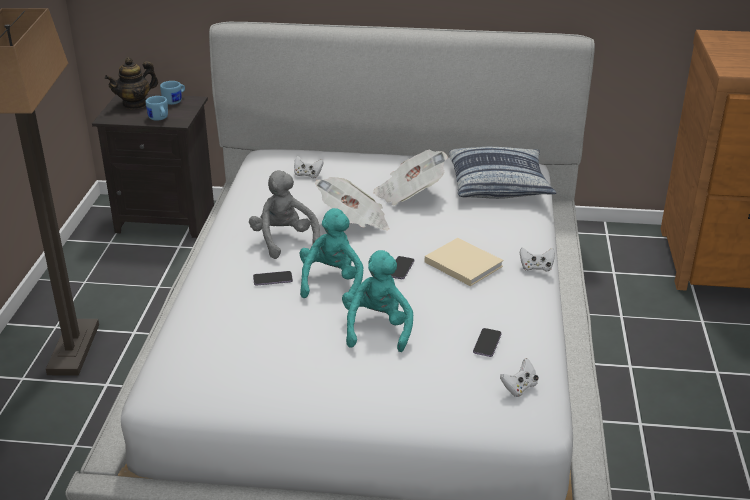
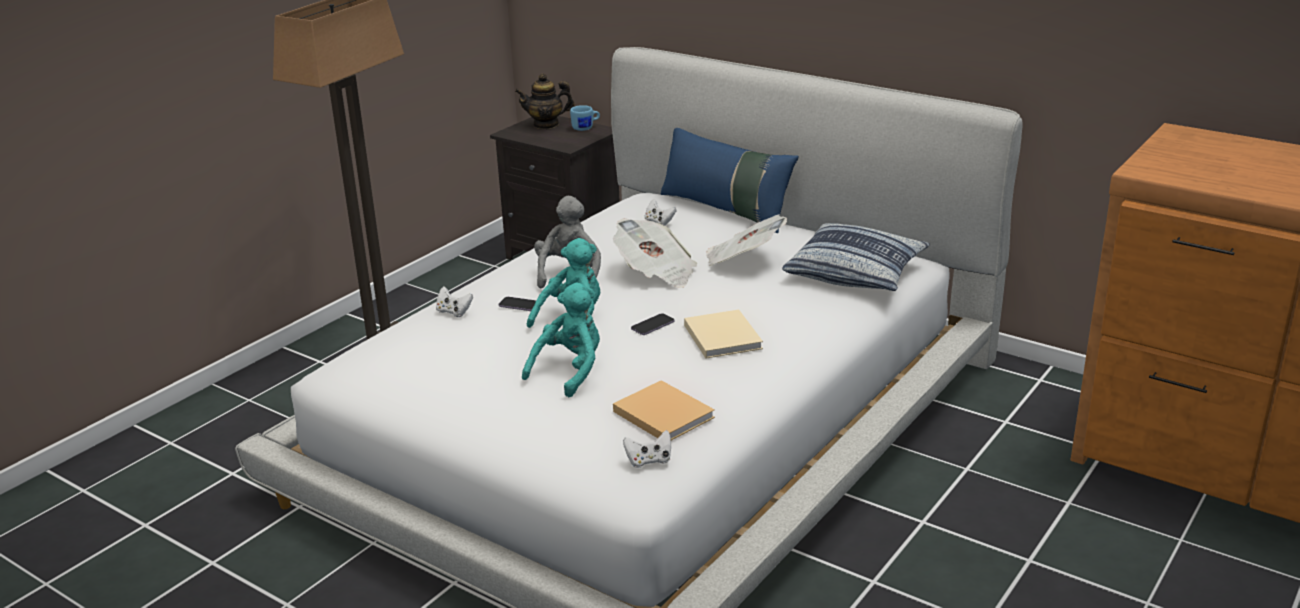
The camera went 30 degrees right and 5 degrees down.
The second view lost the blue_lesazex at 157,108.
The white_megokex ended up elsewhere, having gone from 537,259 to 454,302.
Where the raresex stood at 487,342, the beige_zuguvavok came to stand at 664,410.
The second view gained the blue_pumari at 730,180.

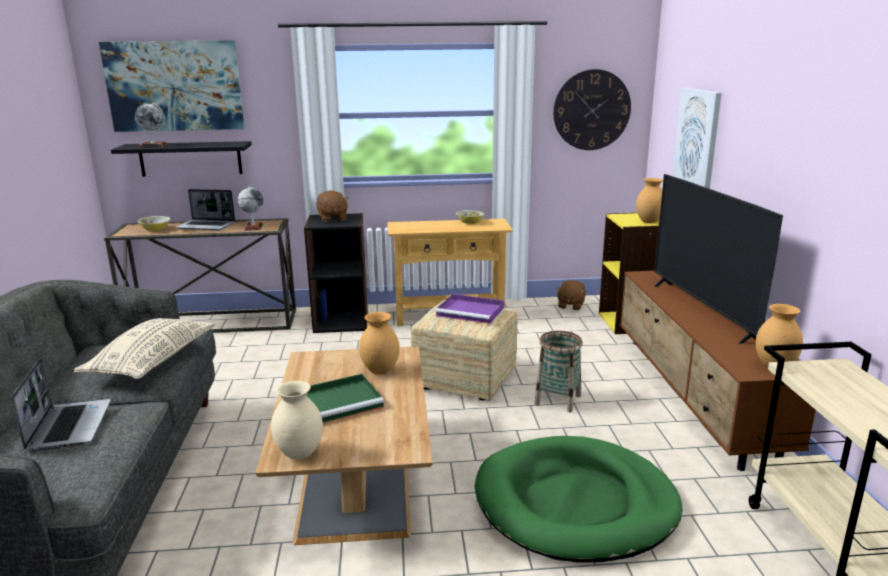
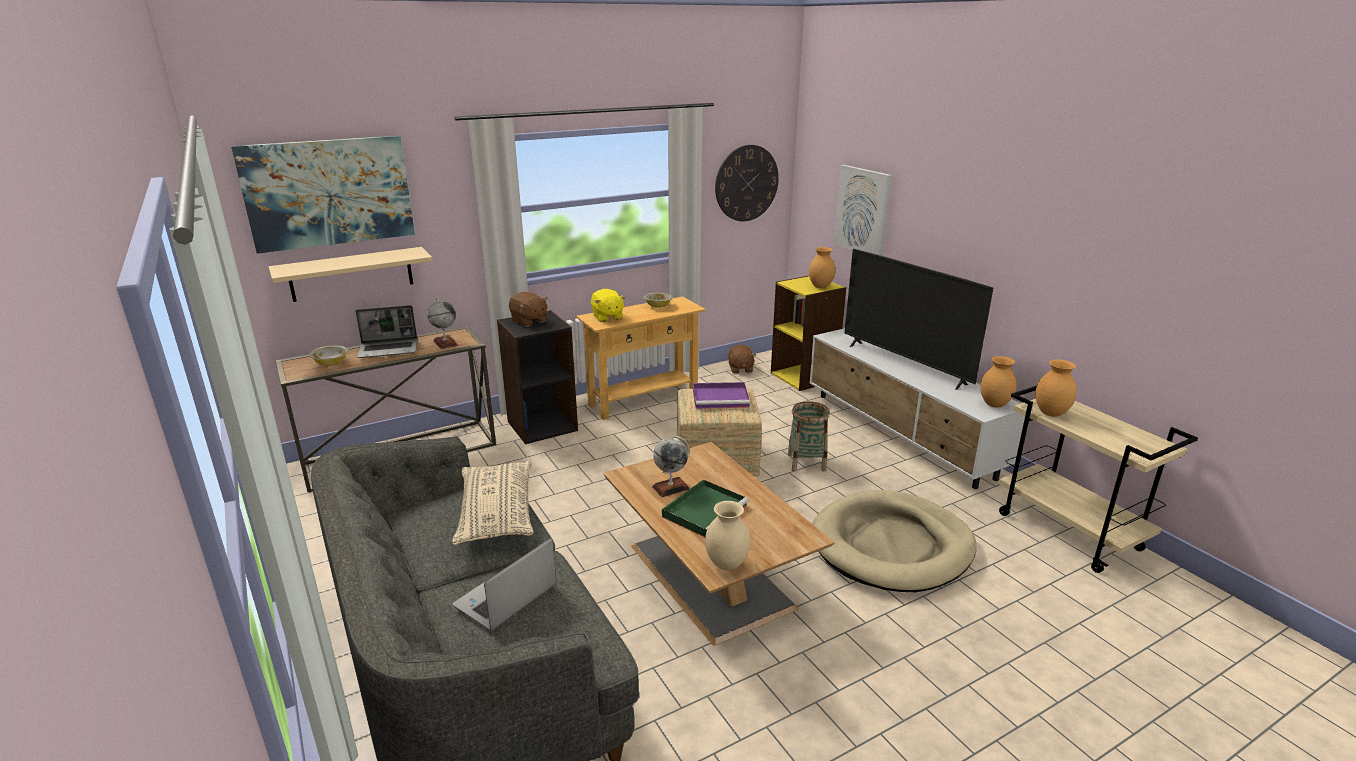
The camera went 25 degrees left and 5 degrees up.
The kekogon ended up elsewhere, having gone from 151,125 to 671,466.
What was the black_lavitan at 181,159 turned into the beige_lavitan at 350,274.
What was the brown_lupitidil at 718,371 turned into the white_lupitidil at 917,408.
The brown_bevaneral ended up elsewhere, having gone from 379,343 to 1056,388.
The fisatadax at 61,404 ended up facing another way, 105 degrees counterclockwise from before.
What was the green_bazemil at 578,499 turned into the beige_bazemil at 894,541.
The second view gained the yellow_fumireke at 608,305.

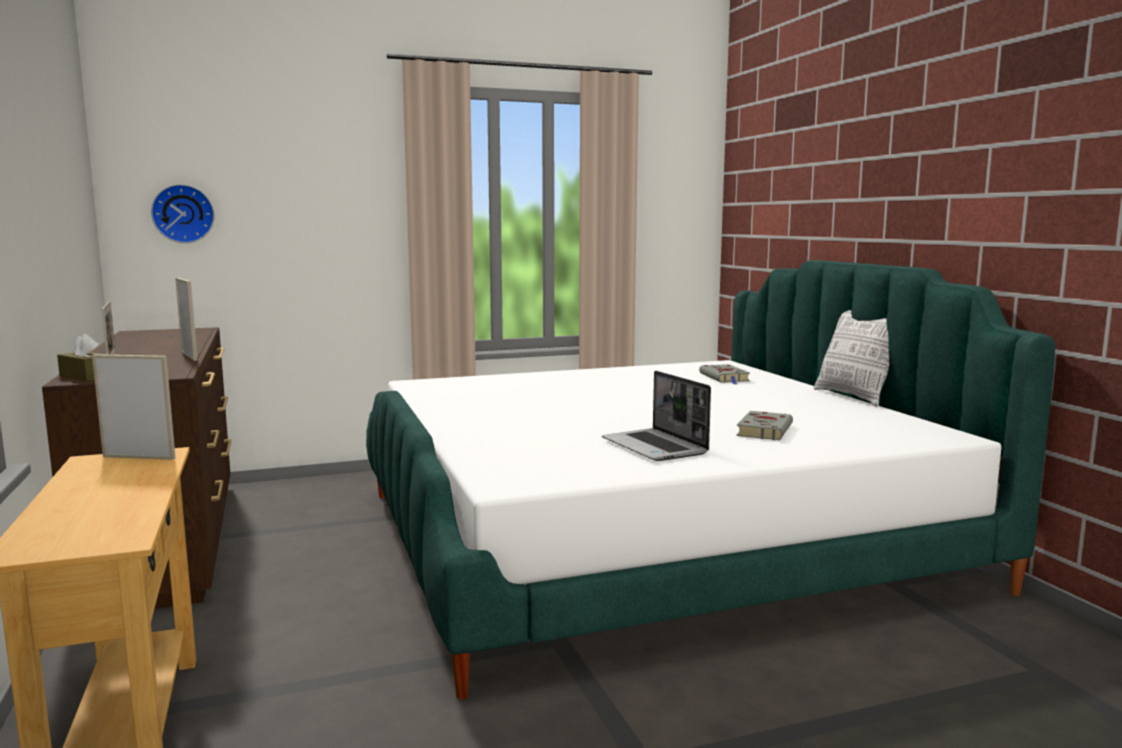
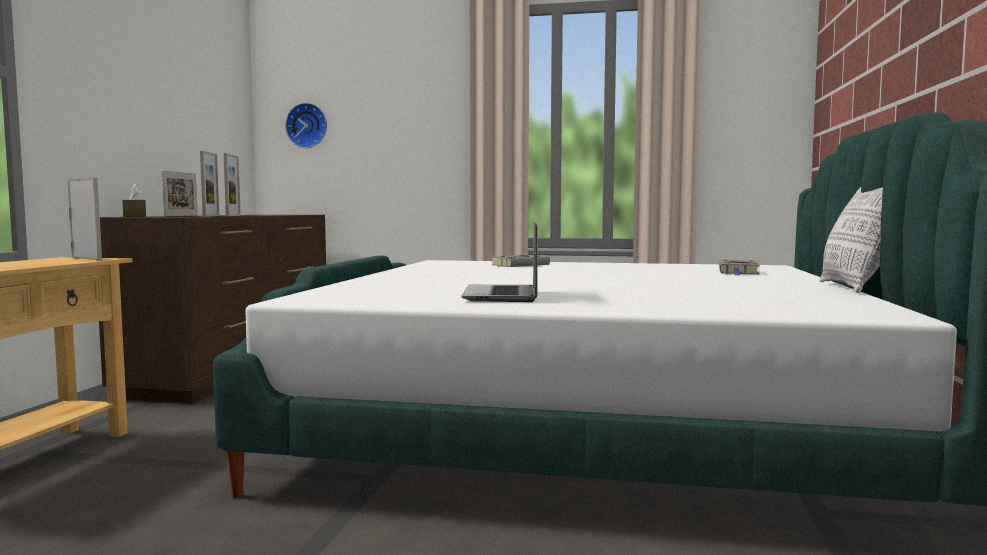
The camera went 30 degrees right and 5 degrees down.
The grey_zuguvavok ended up elsewhere, having gone from 764,425 to 520,261.
The second view gained the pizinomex at 209,184.

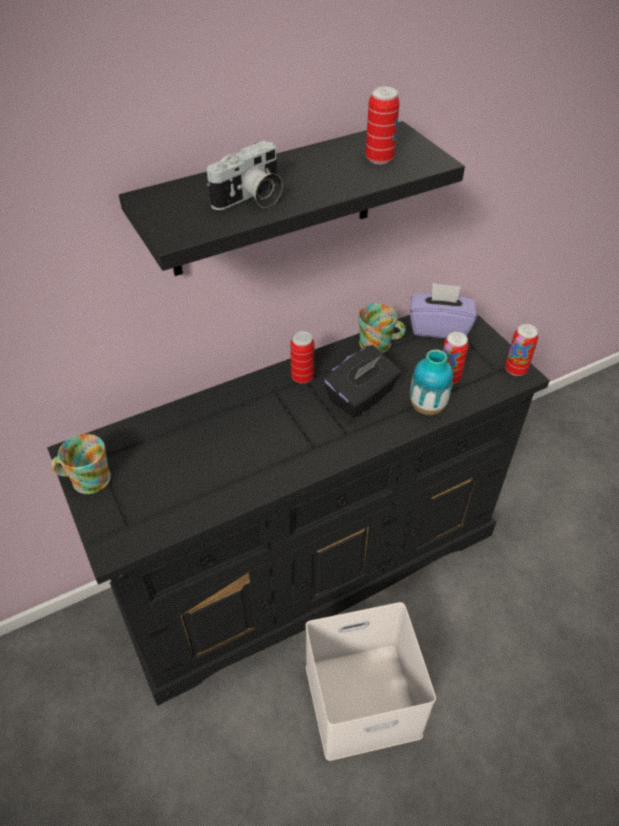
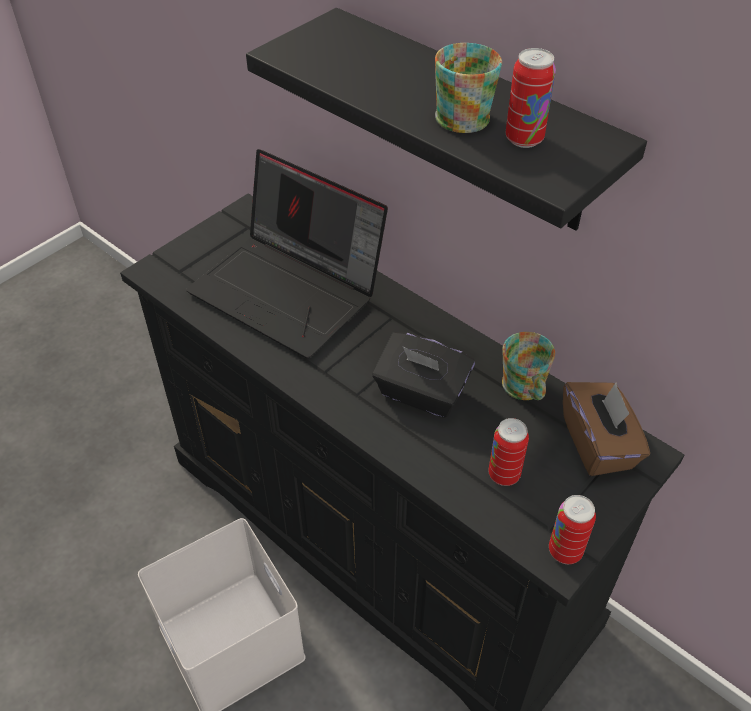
The camera went 70 degrees right and 0 degrees up.
The second view lost the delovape at 244,175.
What was the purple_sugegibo at 443,310 turned into the brown_sugegibo at 606,429.
The second view lost the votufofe at 302,357.
The second view lost the bevaneral at 431,382.
The lesazex ended up elsewhere, having gone from 80,464 to 468,88.
The second view gained the fisatadax at 287,253.

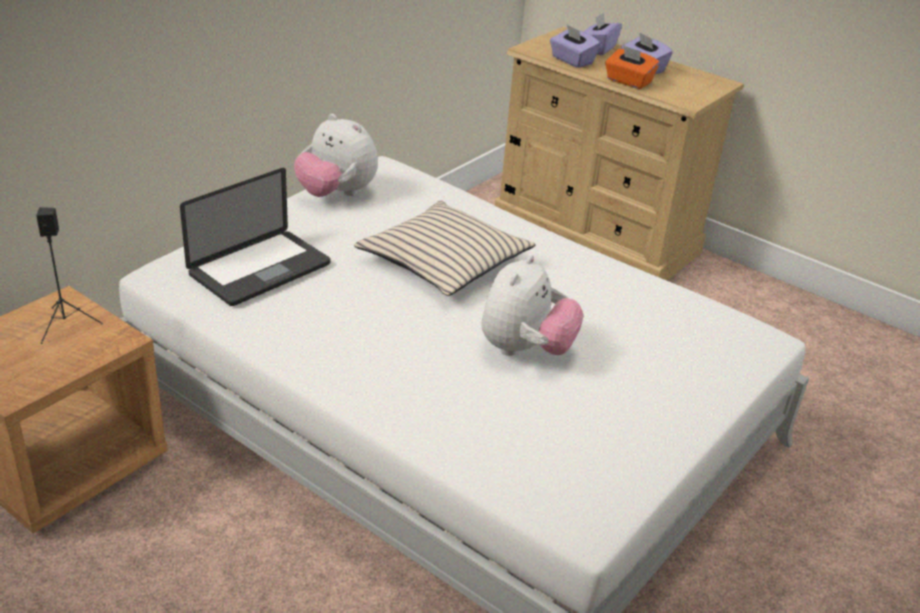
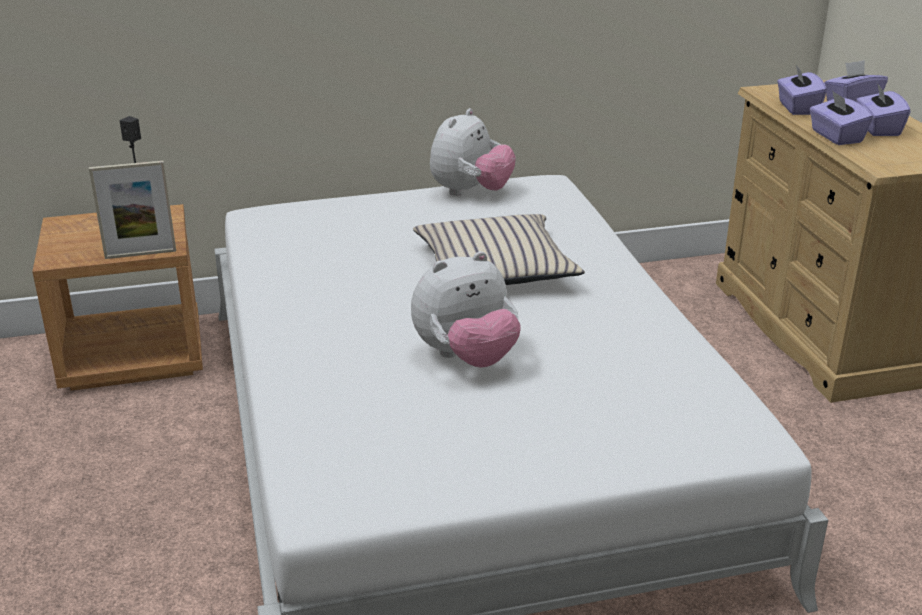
The camera went 40 degrees right and 5 degrees down.
What was the orange_sugegibo at 632,67 turned into the purple_sugegibo at 841,117.
The fumireke at 336,155 ended up facing another way, 135 degrees counterclockwise from before.
The second view lost the fisatadax at 255,237.
The second view gained the pizinomex at 132,210.

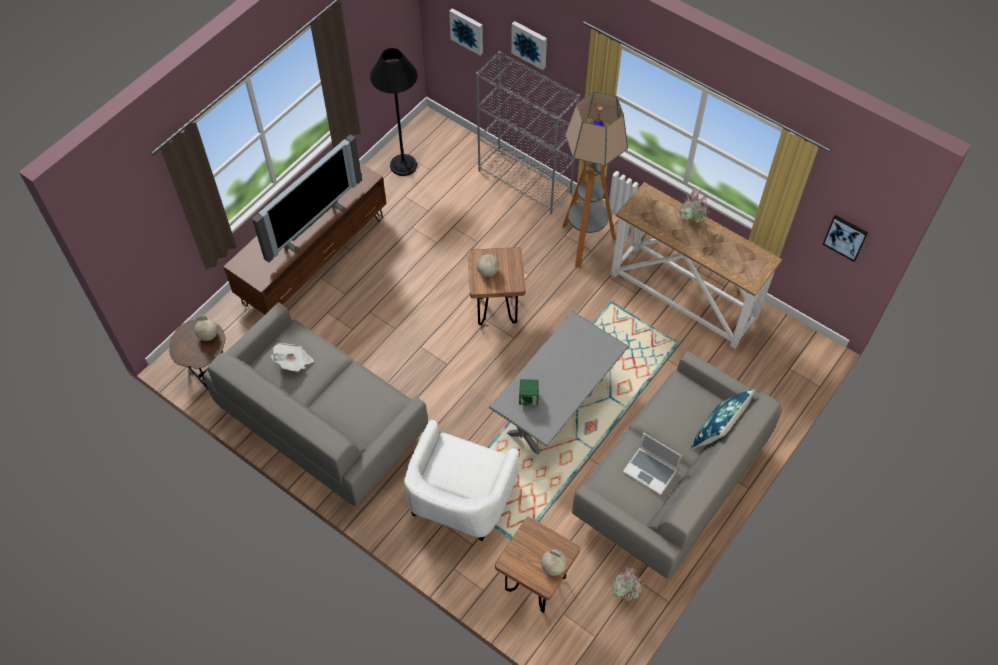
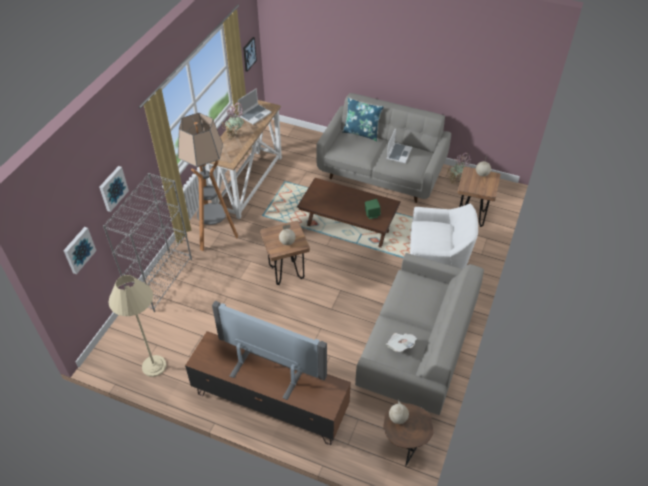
The camera went 105 degrees left and 10 degrees down.
What was the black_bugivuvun at 394,112 turned into the beige_bugivuvun at 138,326.
What was the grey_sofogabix at 559,382 turned into the brown_sofogabix at 349,213.
The second view gained the fisatadax at 254,106.

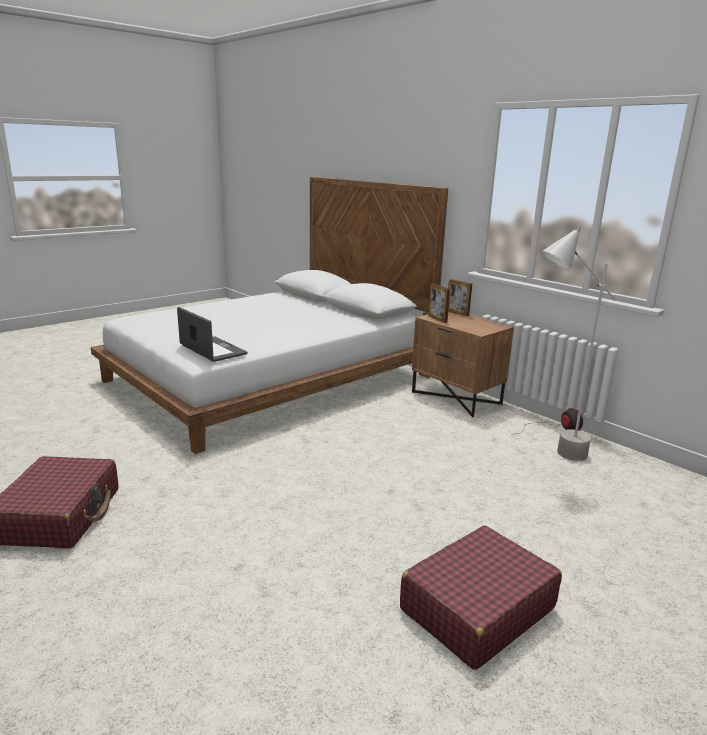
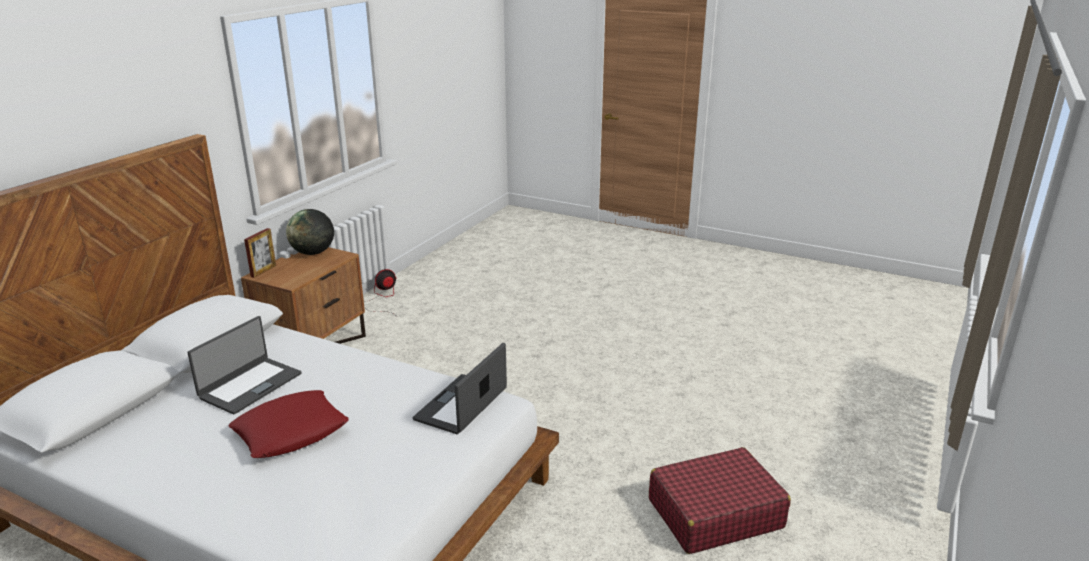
The camera went 110 degrees left and 5 degrees up.
The second view lost the grey_bugivuvun at 579,344.
The second view lost the pizinomex at 439,303.
The second view lost the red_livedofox at 481,598.
The second view gained the kekogon at 310,232.
The second view gained the fisatadax at 244,365.
The second view gained the red_pumari at 288,424.

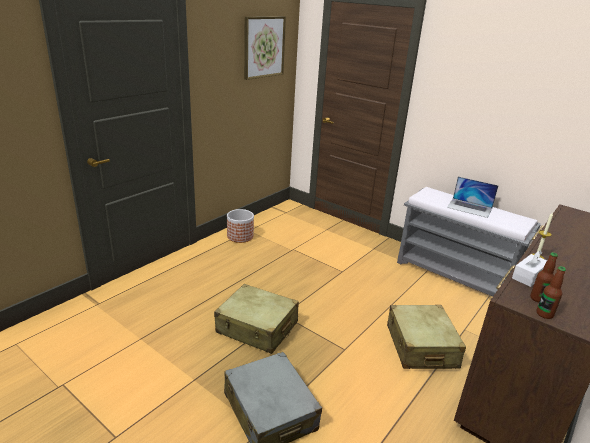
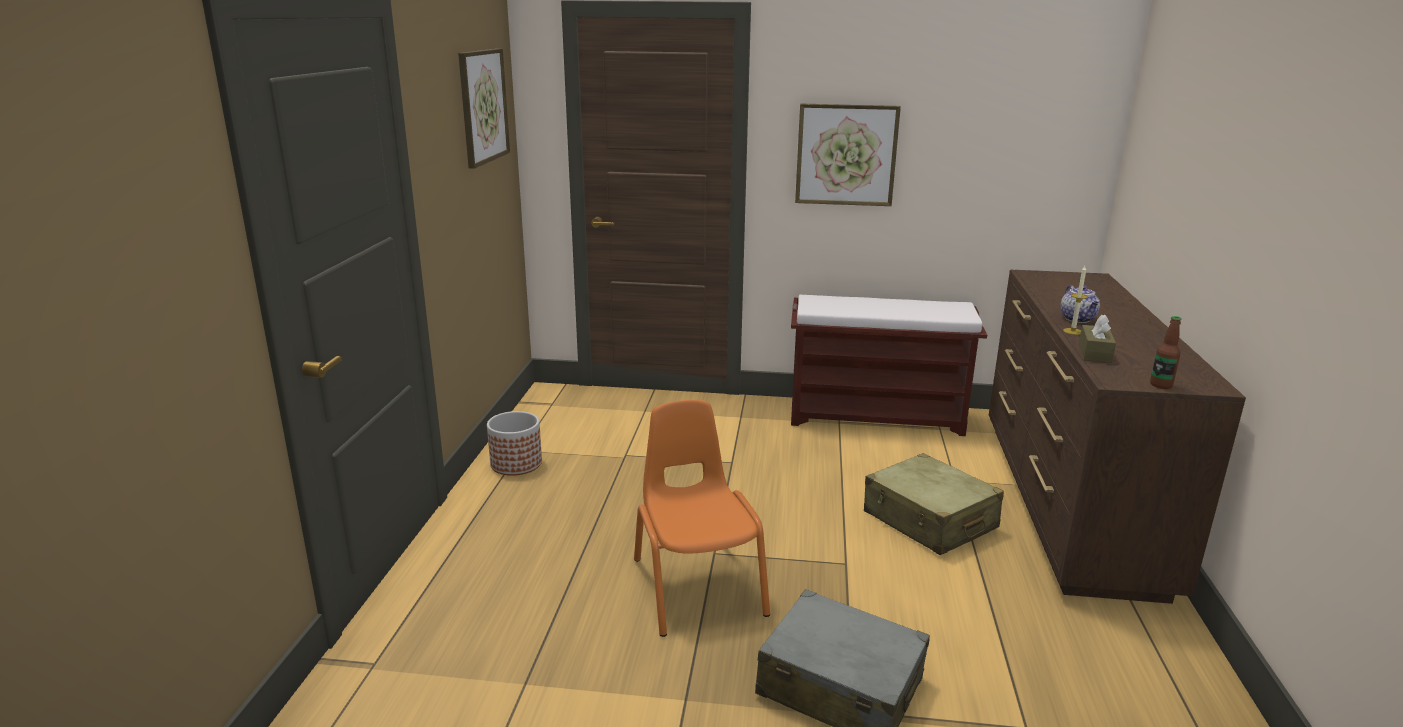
The camera went 30 degrees left and 5 degrees down.
The second view lost the fisatadax at 473,197.
What was the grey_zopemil at 469,241 turned into the brown_zopemil at 889,365.
What was the white_sugegibo at 529,269 turned into the brown_sugegibo at 1097,338.
The second view lost the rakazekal at 544,277.
Where the beige_livedofox stood at 256,319, the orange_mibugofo came to stand at 702,518.
The second view gained the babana at 848,155.
The second view gained the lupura at 1080,304.

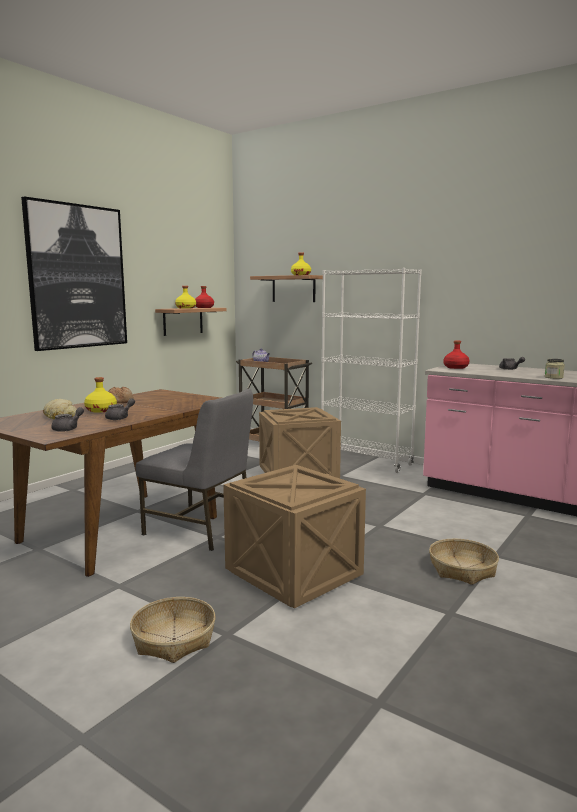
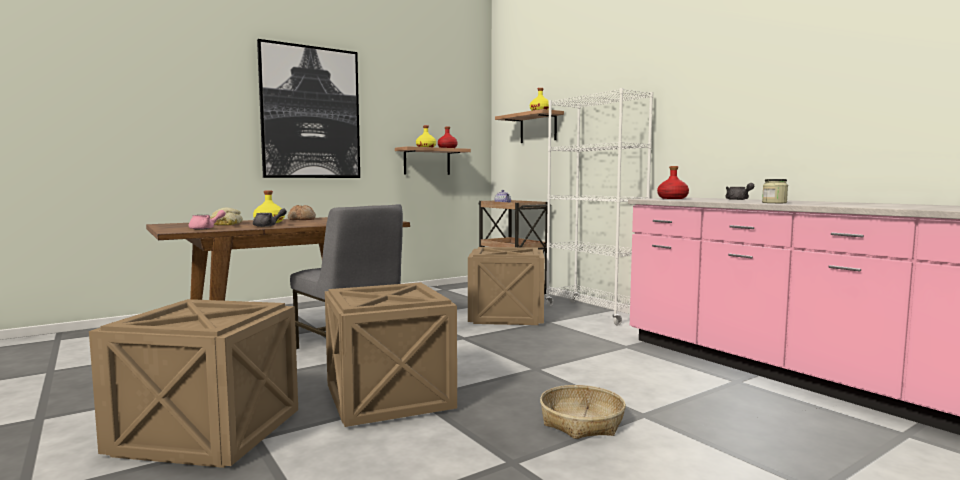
The camera went 20 degrees right and 5 degrees down.
What was the grey_lupura at 67,419 turned into the pink_lupura at 207,220.
Where the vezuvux stood at 173,630, the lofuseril came to stand at 193,383.

